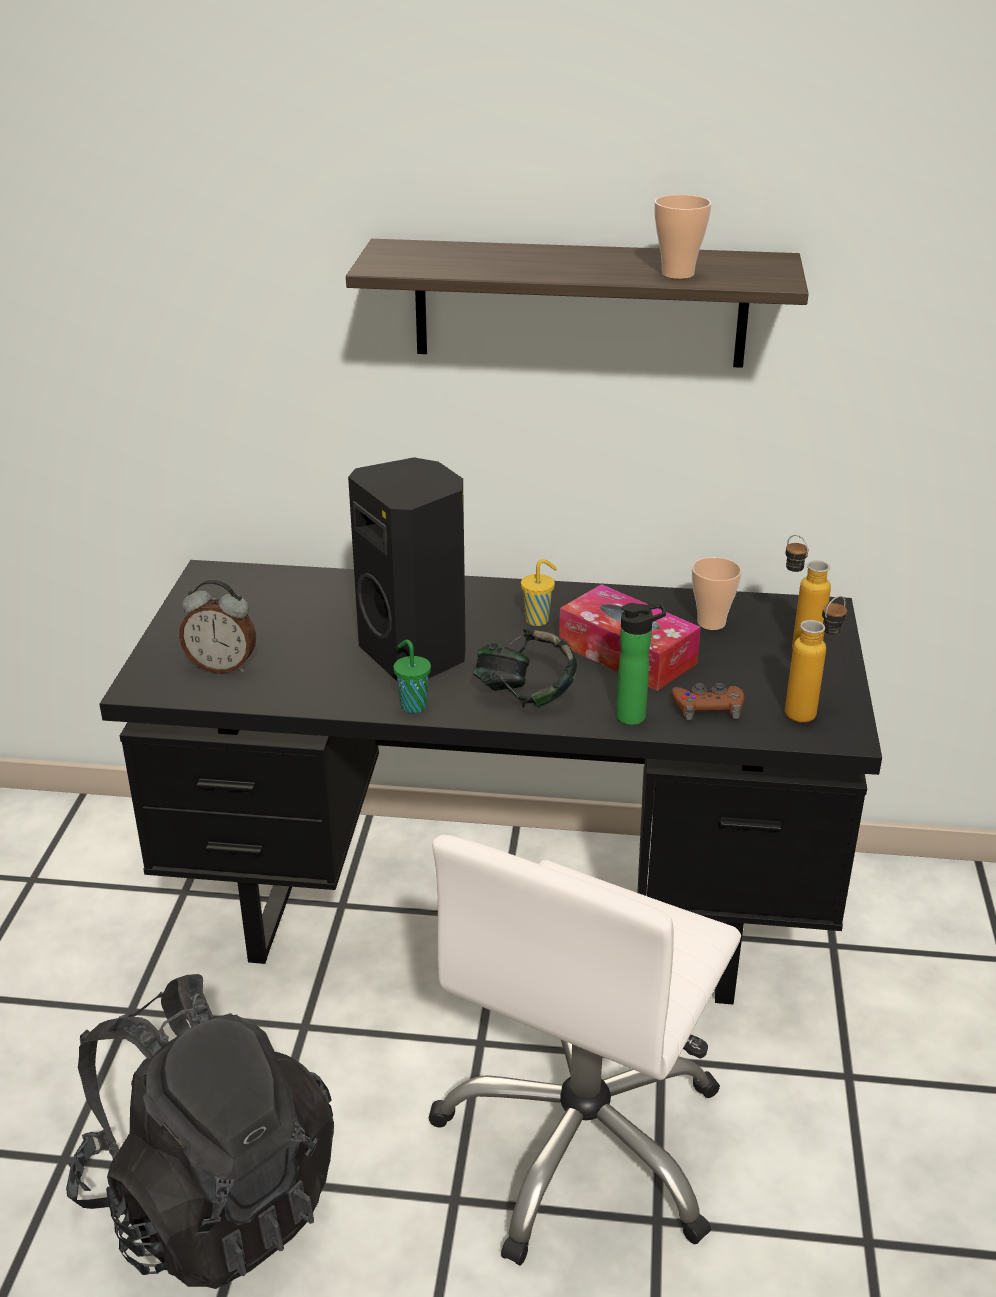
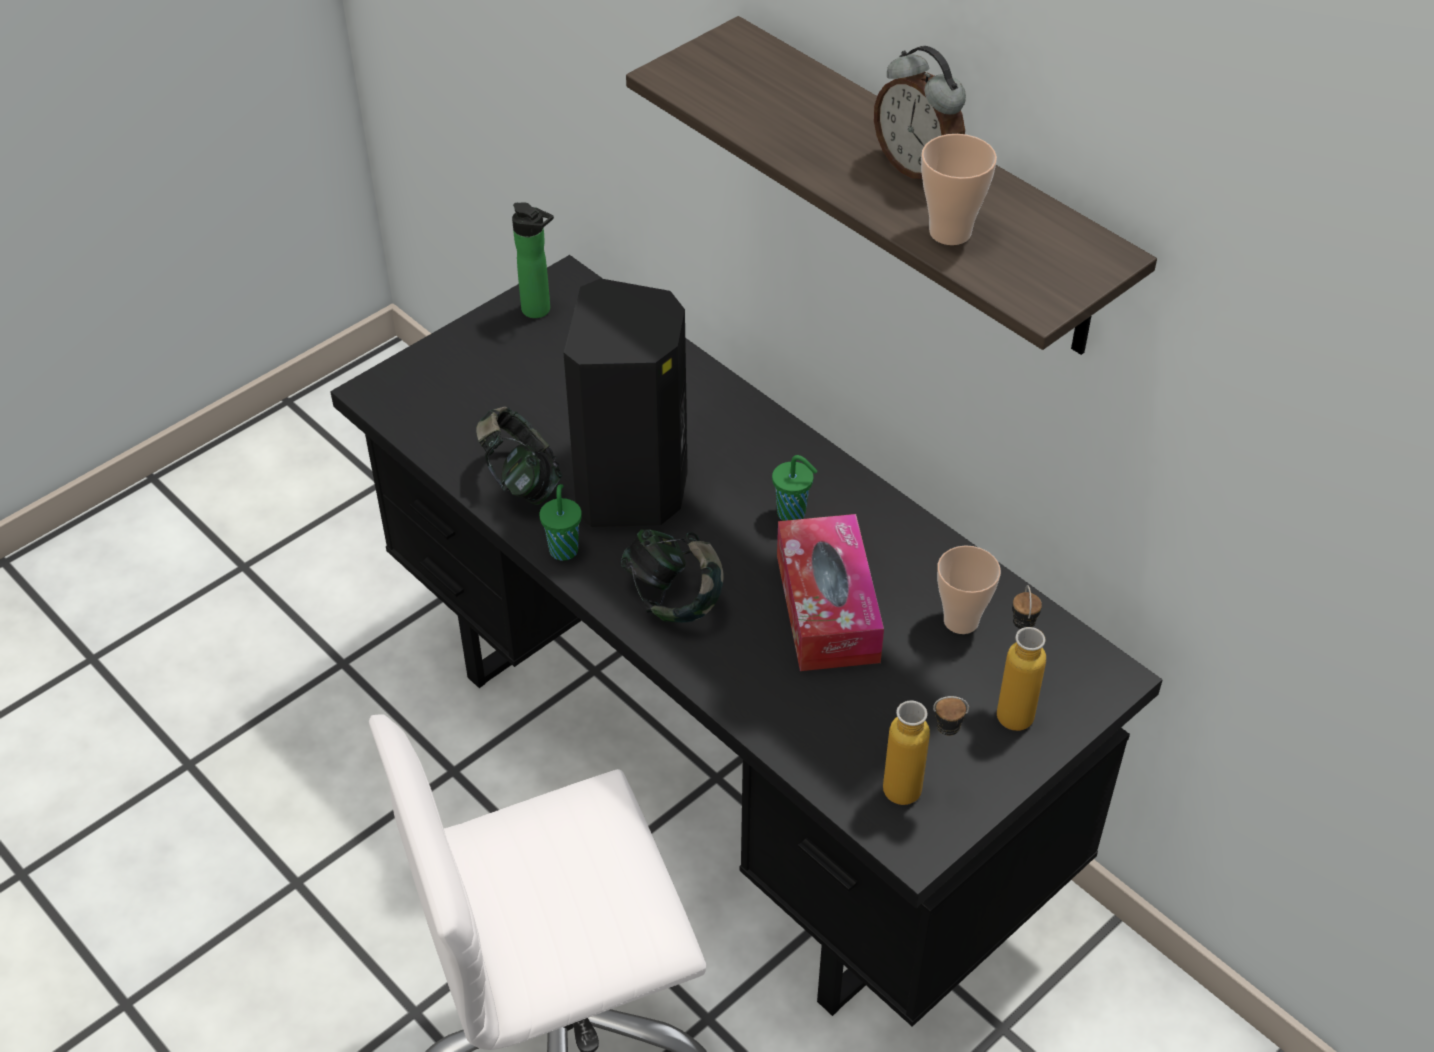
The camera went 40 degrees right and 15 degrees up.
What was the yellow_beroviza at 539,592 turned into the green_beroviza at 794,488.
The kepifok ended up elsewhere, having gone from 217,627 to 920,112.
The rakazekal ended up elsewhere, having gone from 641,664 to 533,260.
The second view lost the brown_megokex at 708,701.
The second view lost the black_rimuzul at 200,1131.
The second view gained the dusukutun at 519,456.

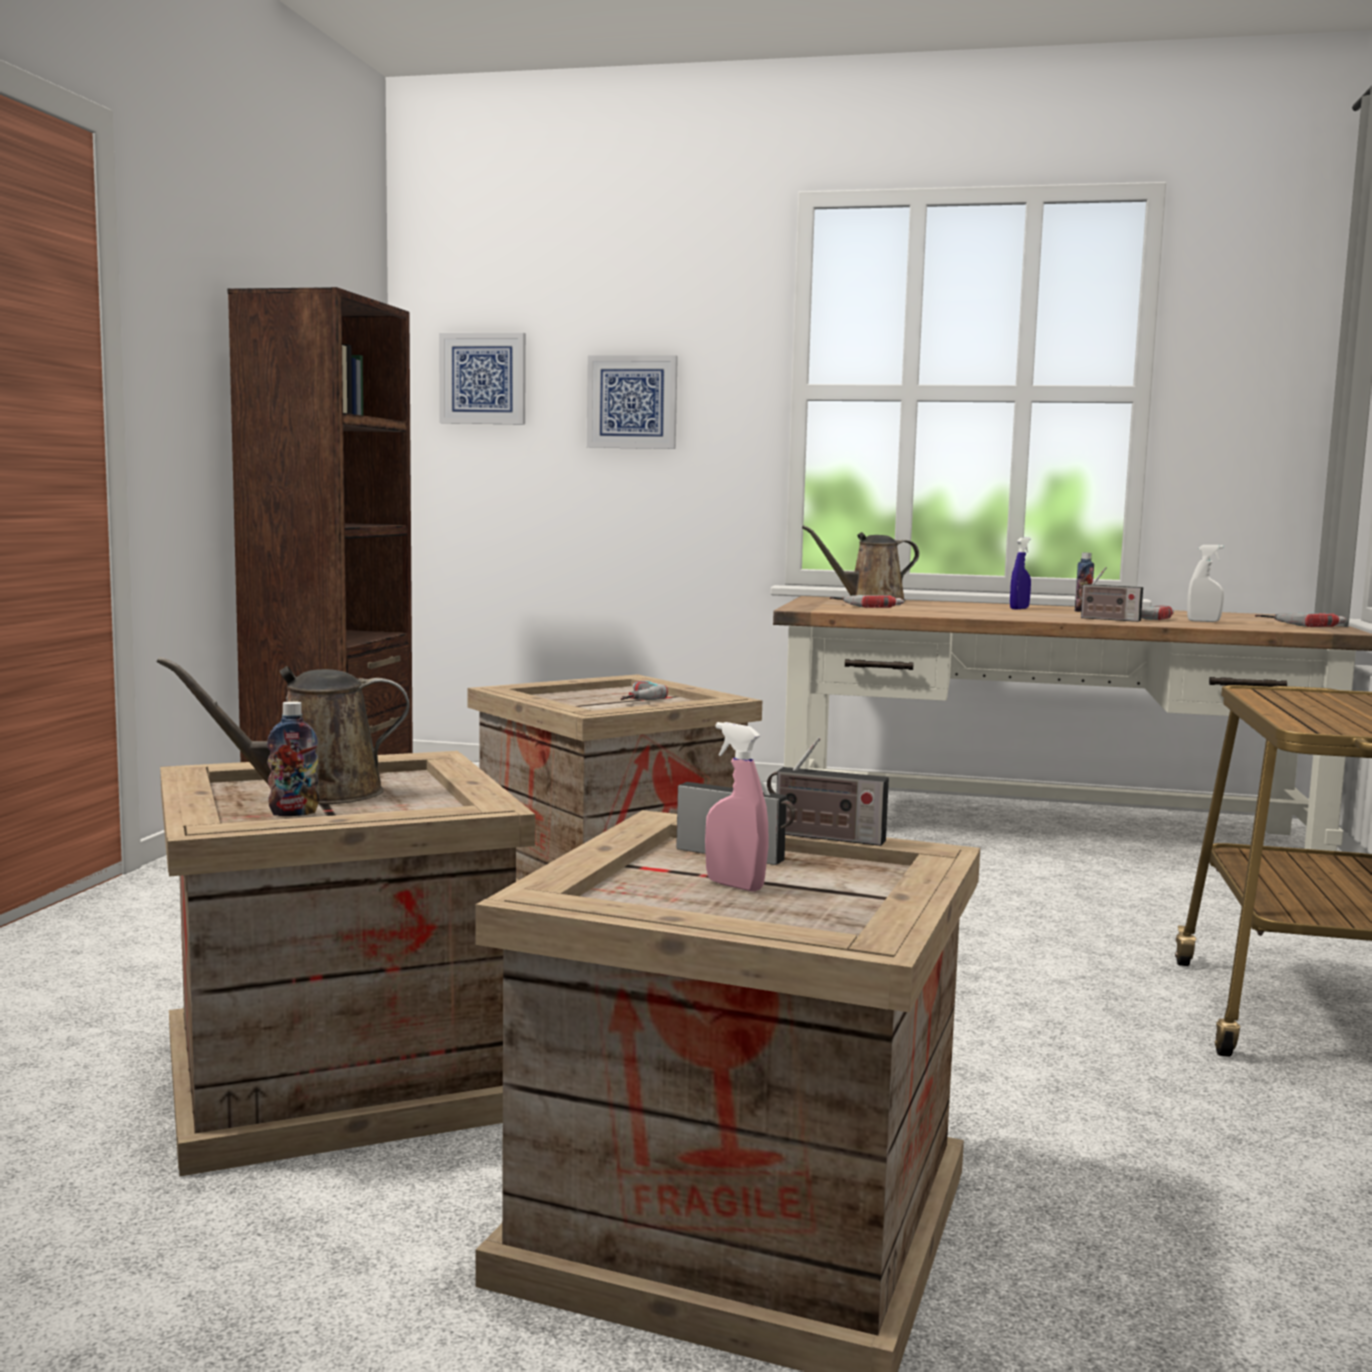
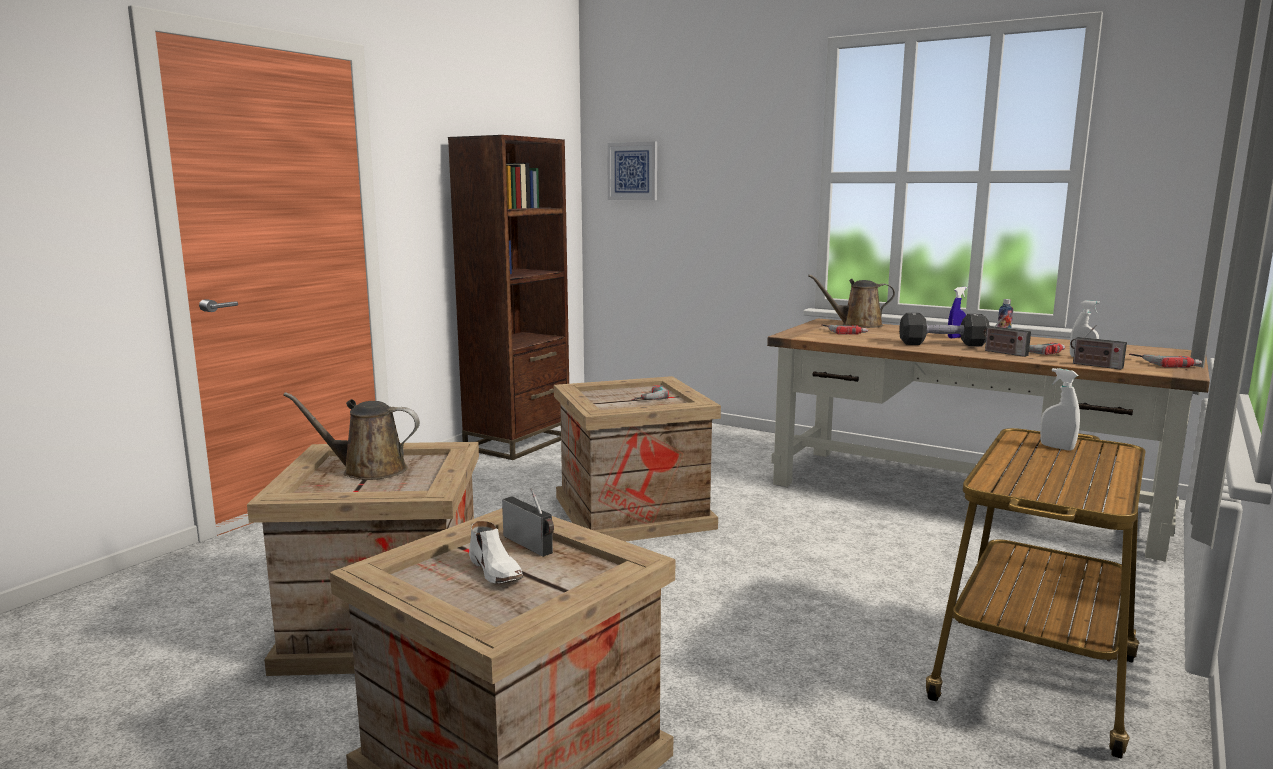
The camera went 20 degrees right and 5 degrees up.
The second view lost the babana at 632,402.
The second view lost the rakazekal at 293,758.
Where the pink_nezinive stood at 737,806, the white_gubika came to stand at 496,552.
The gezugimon ended up elsewhere, having gone from 828,791 to 1098,347.
The second view gained the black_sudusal at 944,329.
The second view gained the white_nezinive at 1060,409.

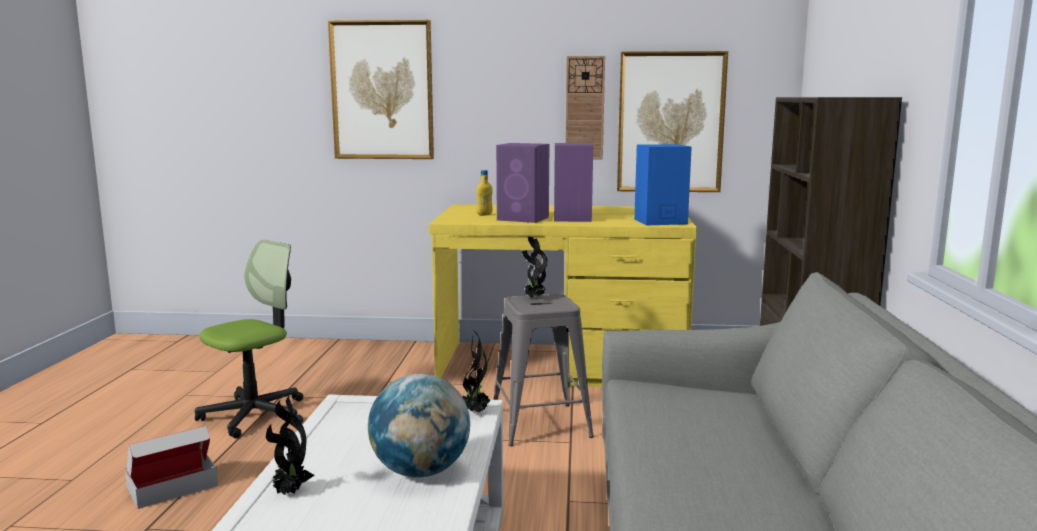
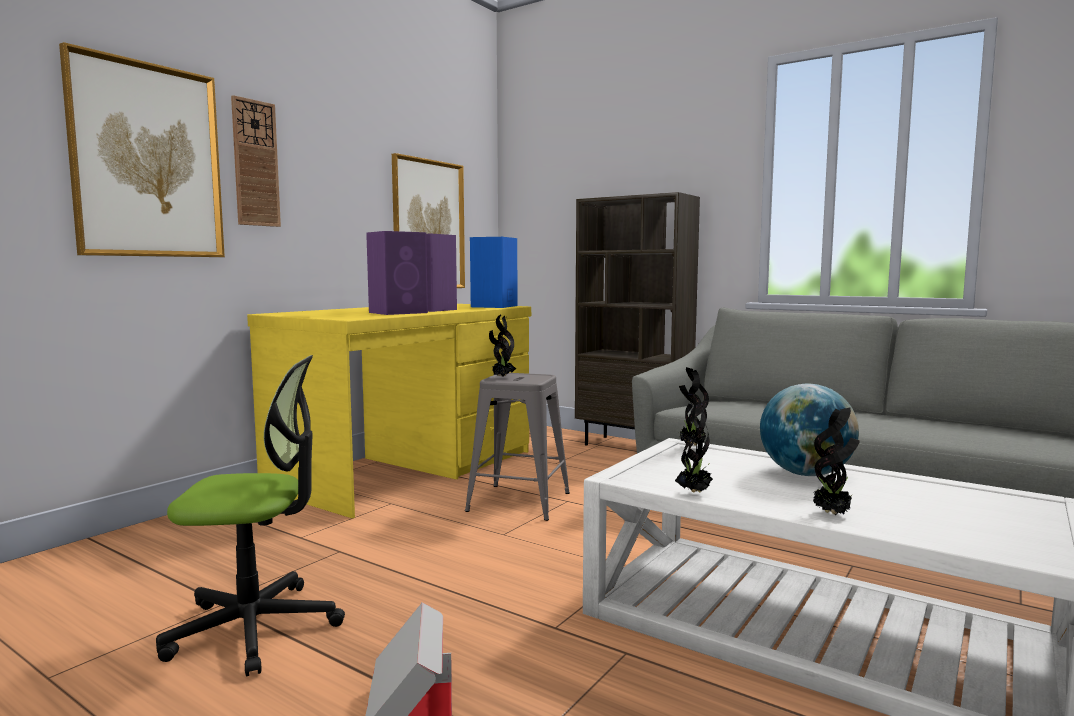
The camera went 60 degrees left and 5 degrees down.
The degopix ended up elsewhere, having gone from 585,107 to 256,161.
The second view lost the yellow_rakazekal at 484,193.
The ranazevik at 249,339 ended up facing another way, 105 degrees clockwise from before.
The second view gained the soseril at 694,443.

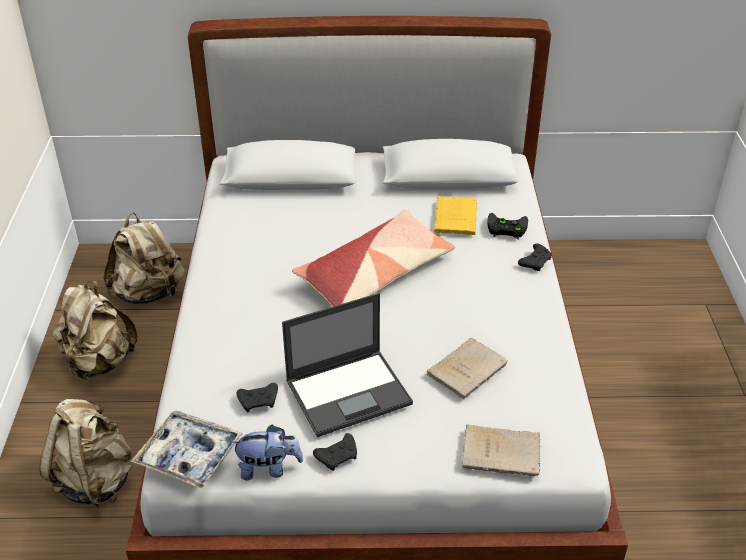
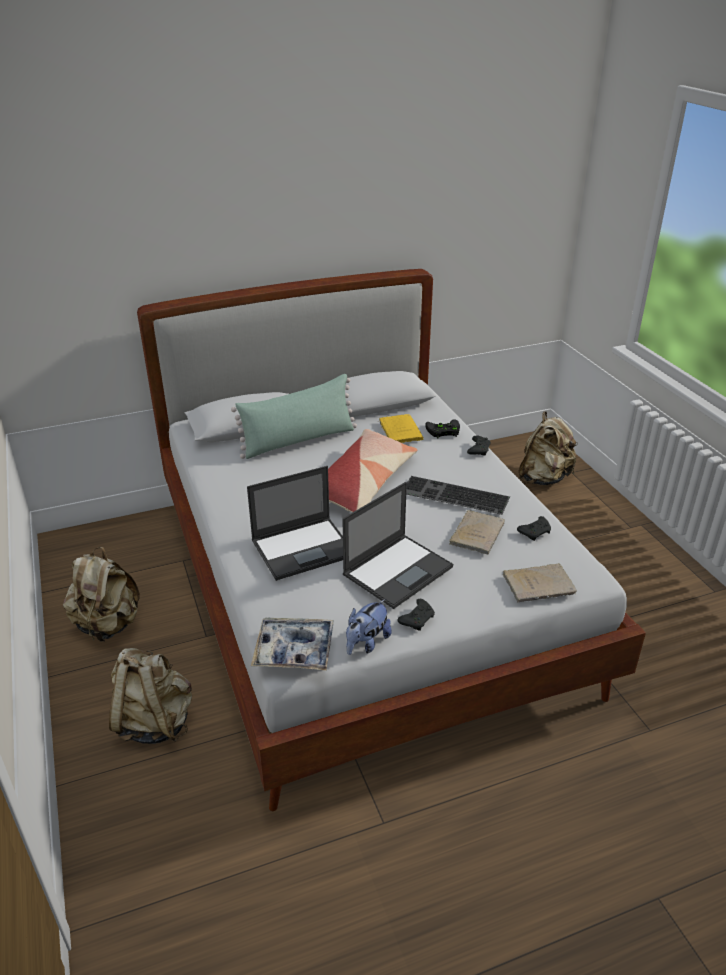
The camera went 20 degrees left and 5 degrees down.
The beige_rimuzul ended up elsewhere, having gone from 144,258 to 548,448.
The black_megokex ended up elsewhere, having gone from 257,397 to 534,528.
The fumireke at 267,452 ended up facing another way, 150 degrees clockwise from before.
The second view gained the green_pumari at 294,416.
The second view gained the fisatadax at 295,523.
The second view gained the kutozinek at 458,495.

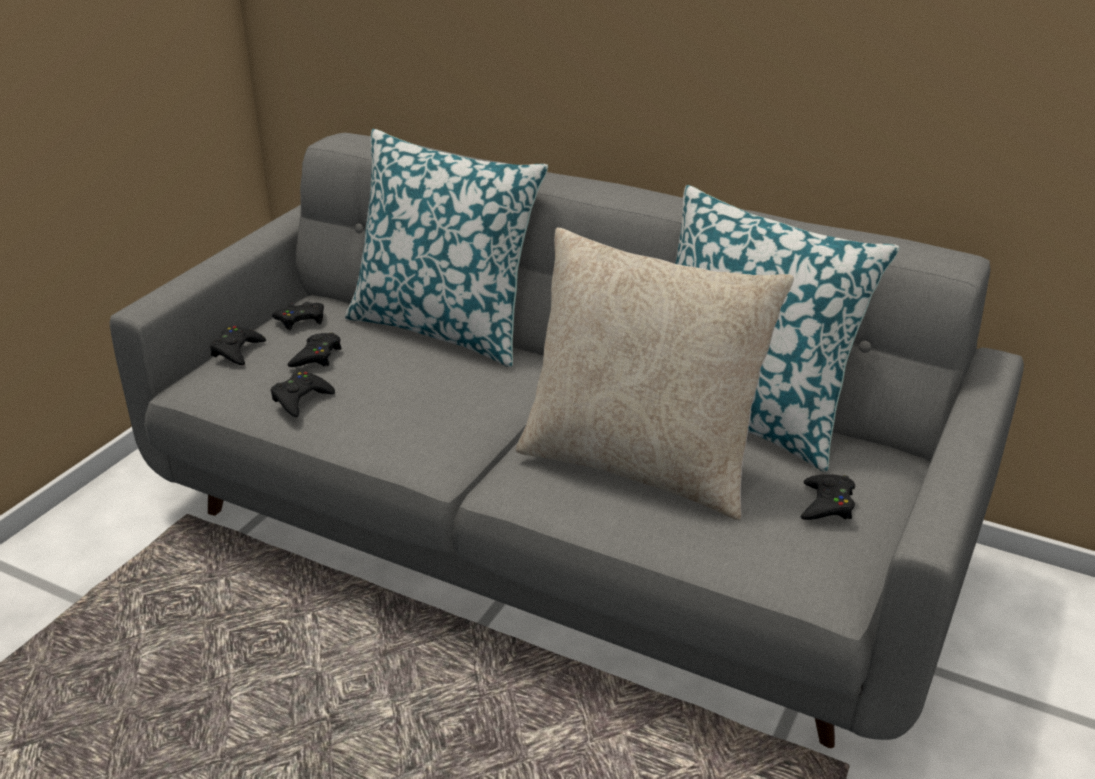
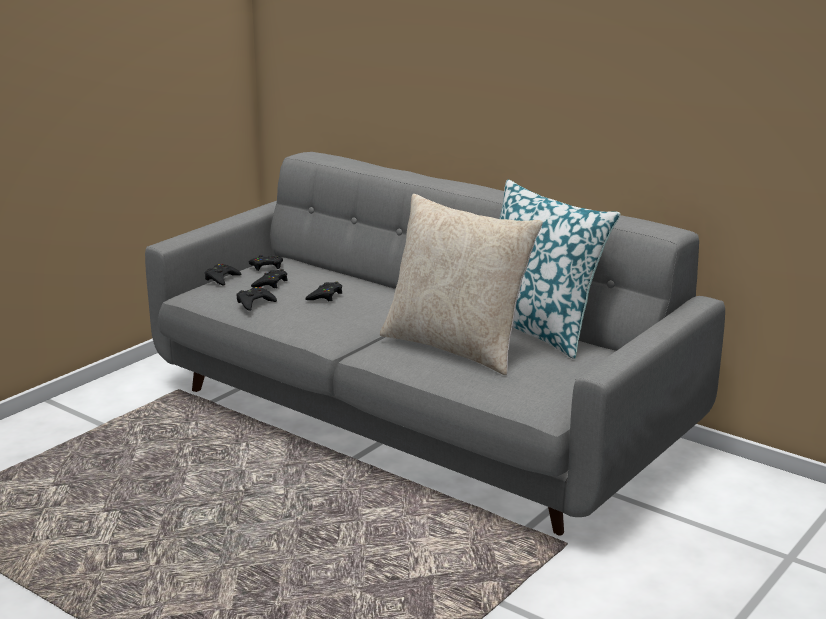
The camera went 10 degrees right and 10 degrees down.
The second view lost the pumari at 446,248.
The black_megokex ended up elsewhere, having gone from 828,497 to 323,291.

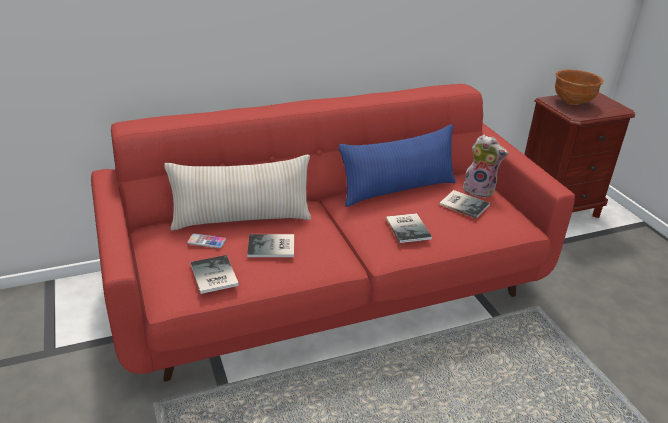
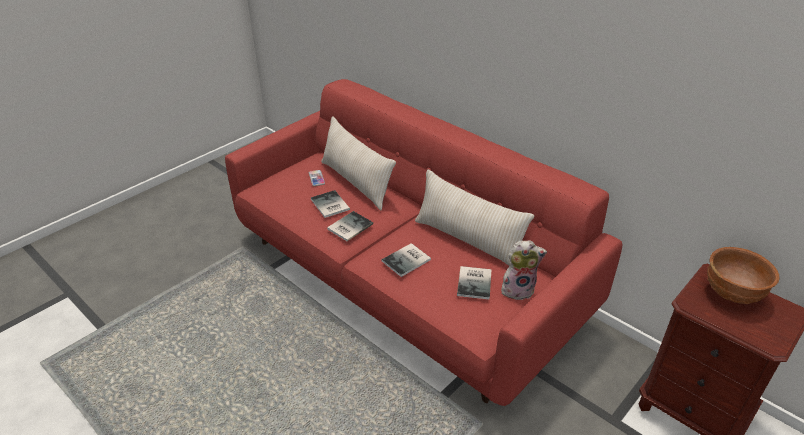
The camera went 65 degrees right and 5 degrees up.
What was the blue_pumari at 397,166 turned into the beige_pumari at 474,217.
The fumireke at 485,166 ended up facing another way, 90 degrees counterclockwise from before.
The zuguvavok ended up elsewhere, having gone from 215,274 to 350,226.

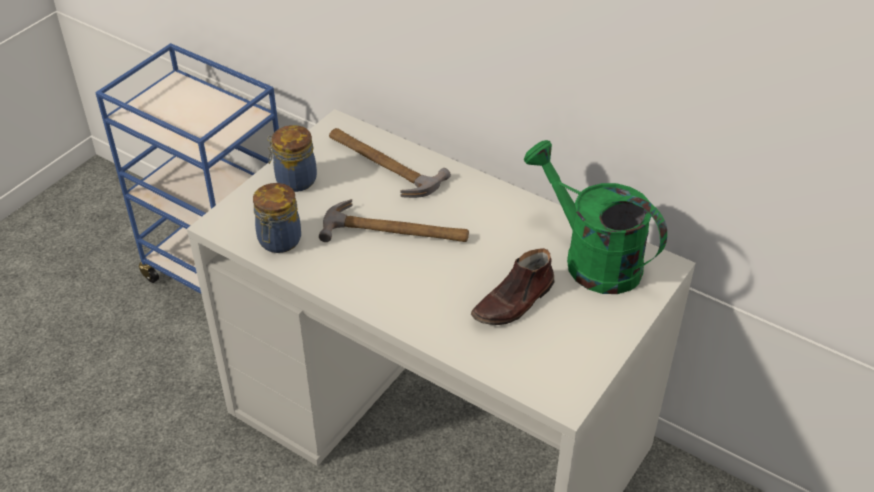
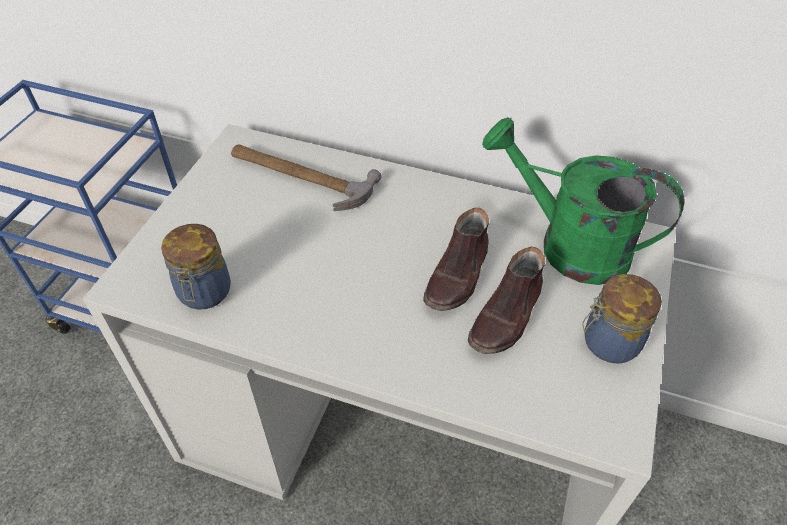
The camera went 15 degrees left and 5 degrees up.
The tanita ended up elsewhere, having gone from 292,158 to 622,319.
The second view lost the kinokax at 394,220.
The second view gained the brown_gubika at 456,259.

